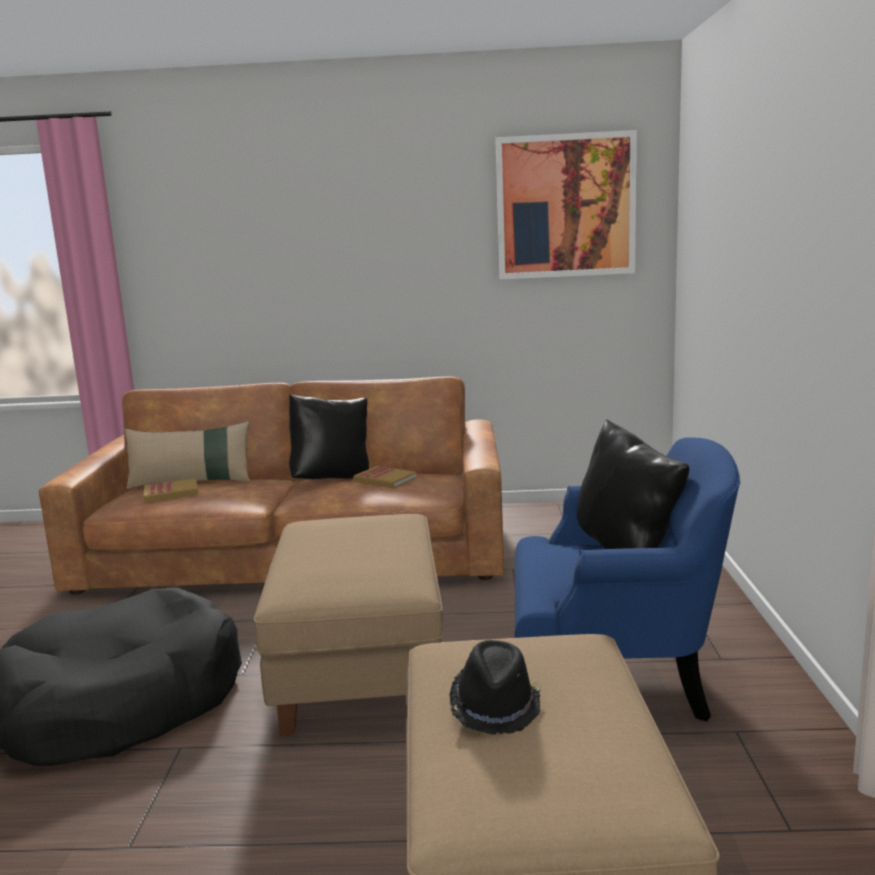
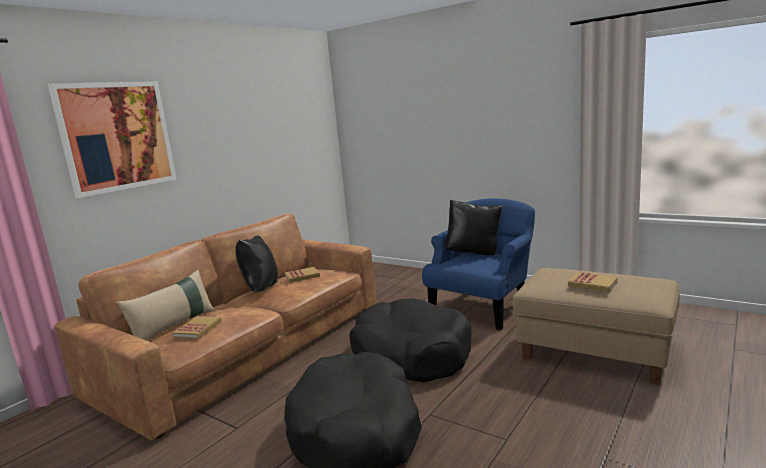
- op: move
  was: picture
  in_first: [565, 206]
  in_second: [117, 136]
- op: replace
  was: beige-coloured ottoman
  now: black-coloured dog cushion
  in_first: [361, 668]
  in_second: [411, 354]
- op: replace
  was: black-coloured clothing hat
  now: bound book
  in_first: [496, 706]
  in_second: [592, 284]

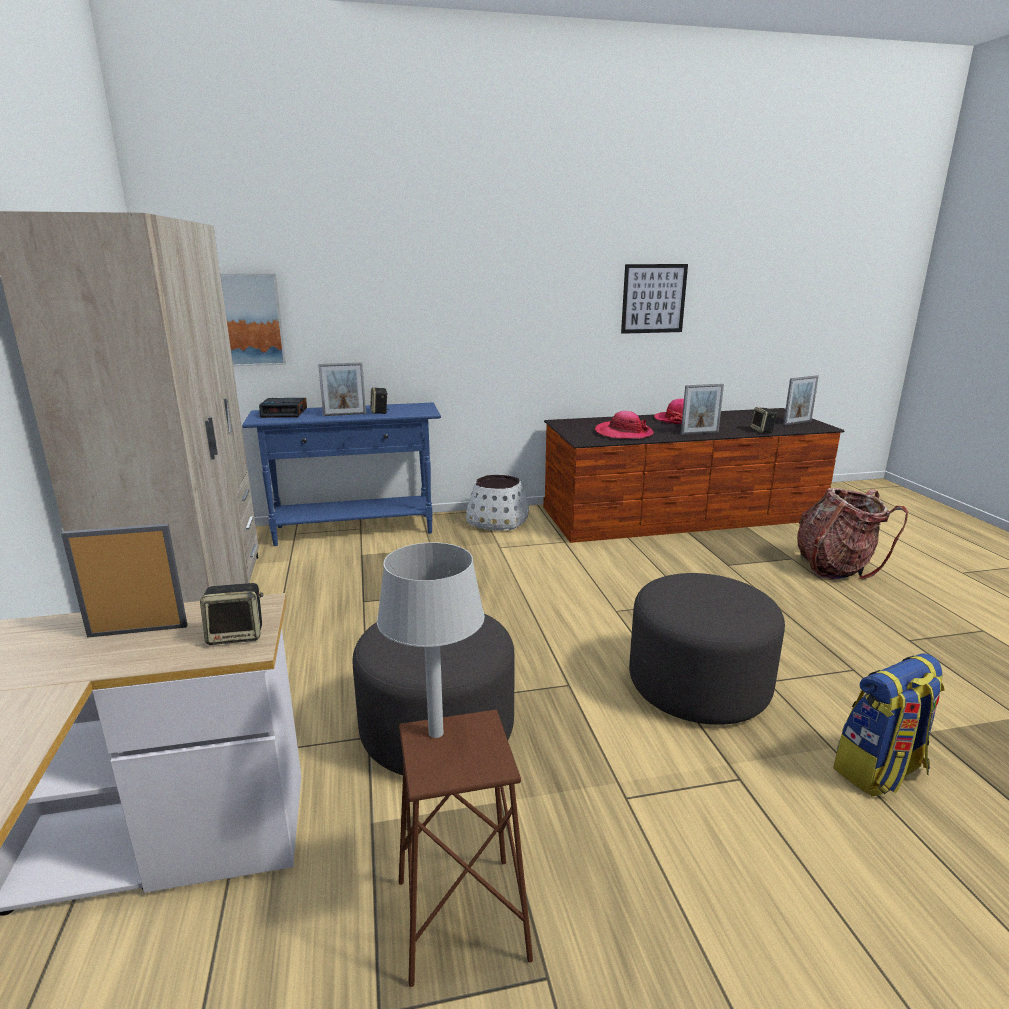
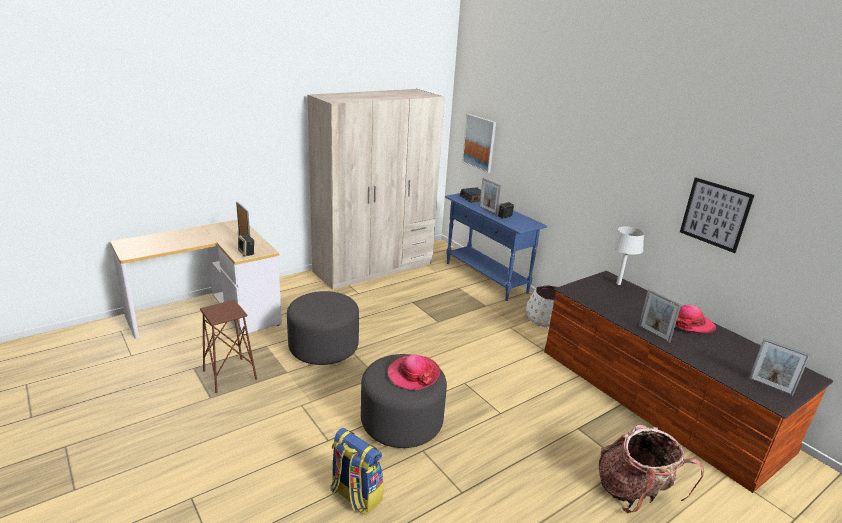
- op: delete
  was: loudspeaker
  in_first: [762, 430]
- op: move
  was: clothing hat
  in_first: [623, 433]
  in_second: [413, 374]
- op: move
  was: gray lamp for a table
  in_first: [436, 733]
  in_second: [618, 284]

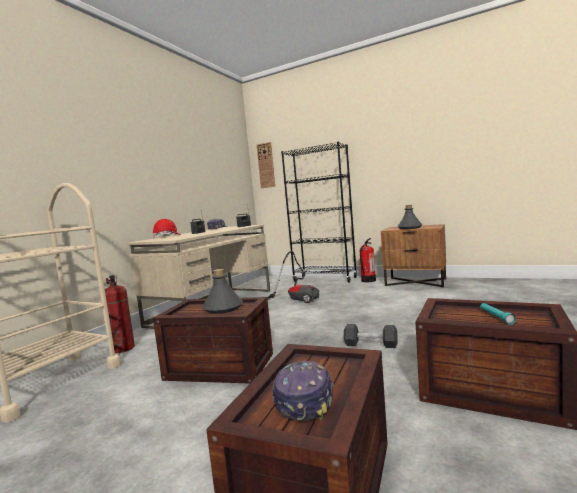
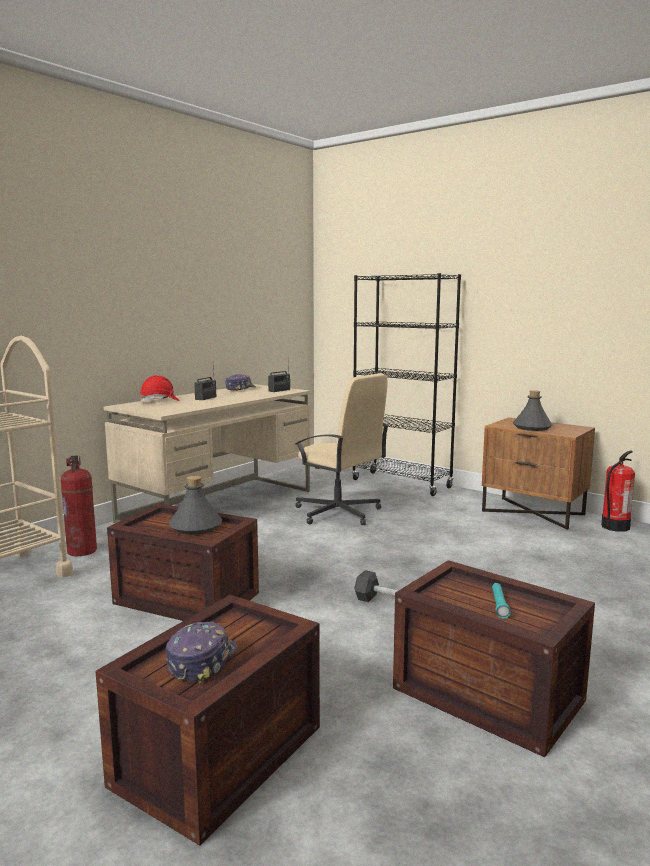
- op: delete
  was: clock on the wall
  in_first: [266, 165]
- op: move
  was: fire-fighting cylinder
  in_first: [368, 280]
  in_second: [614, 527]
- op: replace
  was: vacuum
  now: beige-coloured office chair
  in_first: [297, 299]
  in_second: [338, 513]

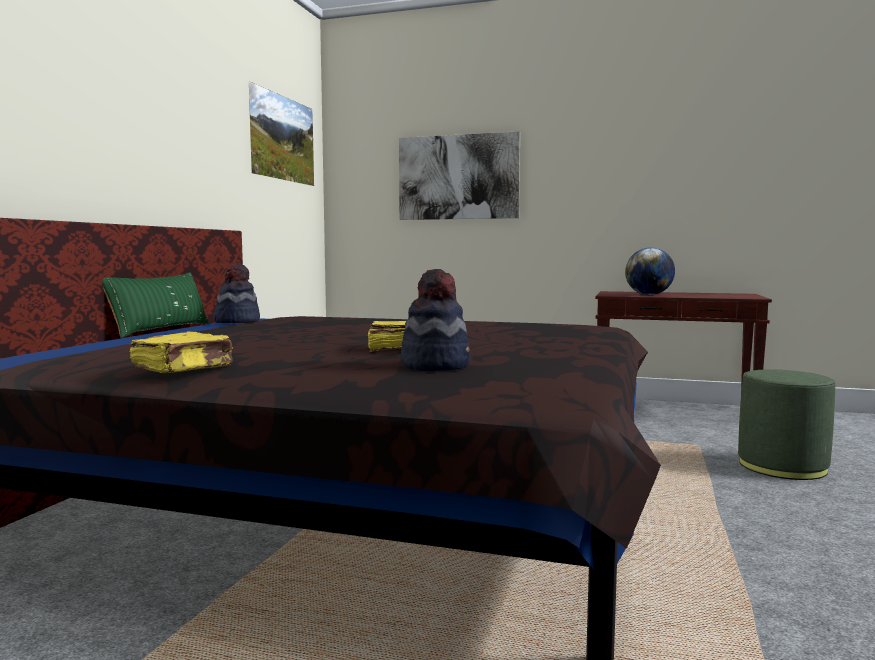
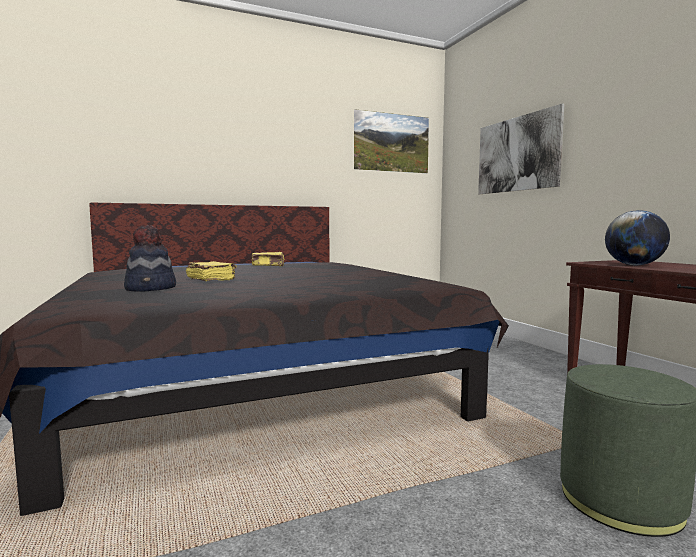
- op: delete
  was: clothing hat
  in_first: [237, 321]
- op: delete
  was: green-coloured cushion
  in_first: [161, 330]
- op: move
  was: yellowish bound book
  in_first: [184, 368]
  in_second: [268, 265]

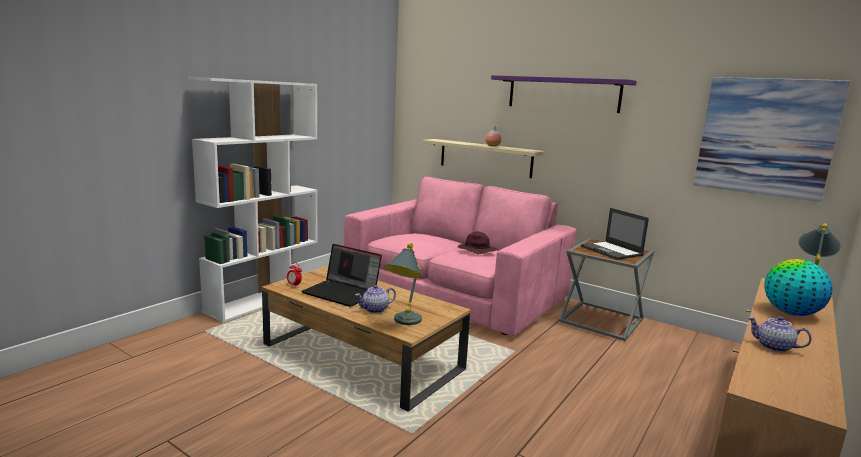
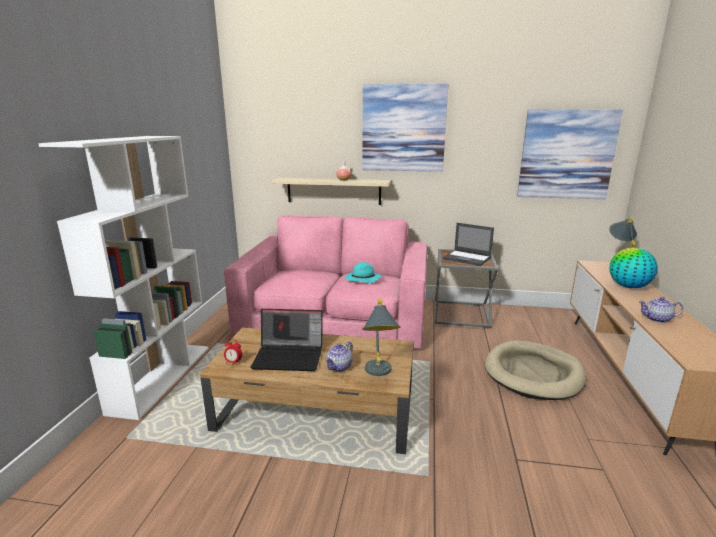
- op: replace
  was: purplish shelf
  now: picture
  in_first: [563, 94]
  in_second: [403, 128]
- op: recolor
  was: purplish clothing hat
  now: blue-green clothing hat
  in_first: [476, 250]
  in_second: [362, 279]
- op: insert
  now: beige-coloured dog cushion
  in_second: [533, 373]

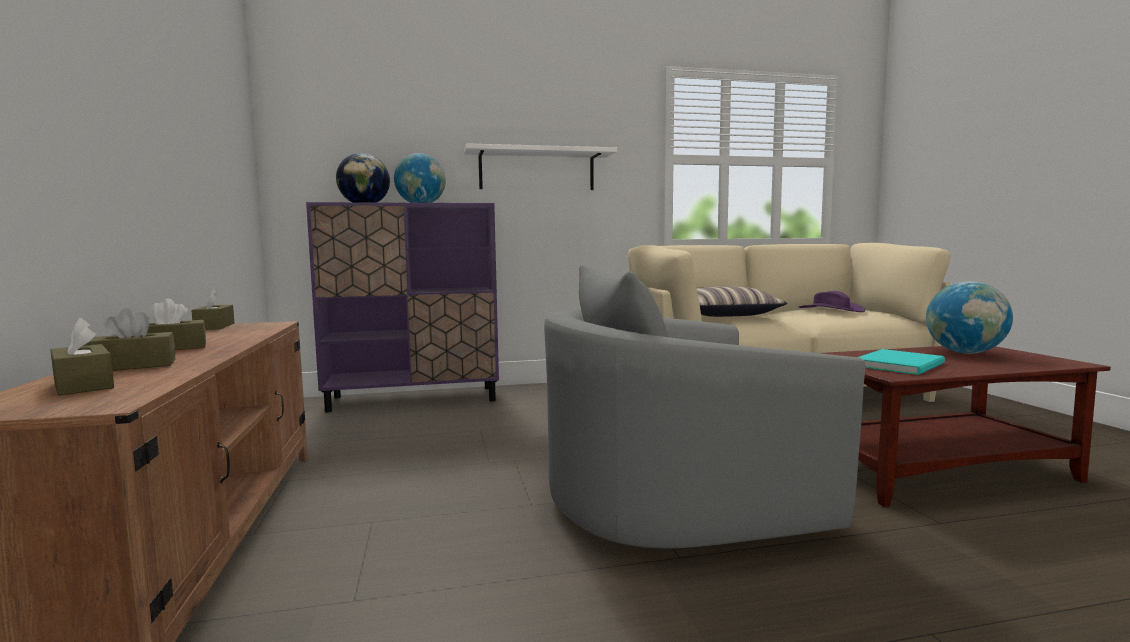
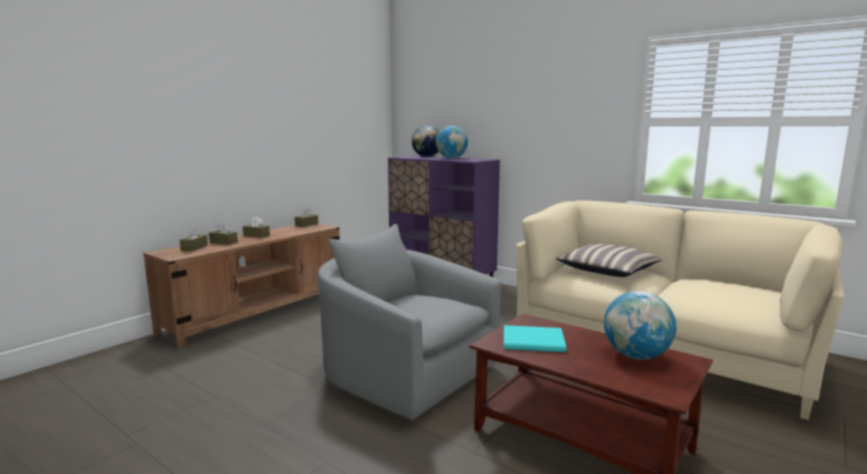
- op: delete
  was: whitish shelf
  in_first: [537, 170]
- op: delete
  was: purplish clothing hat
  in_first: [830, 310]

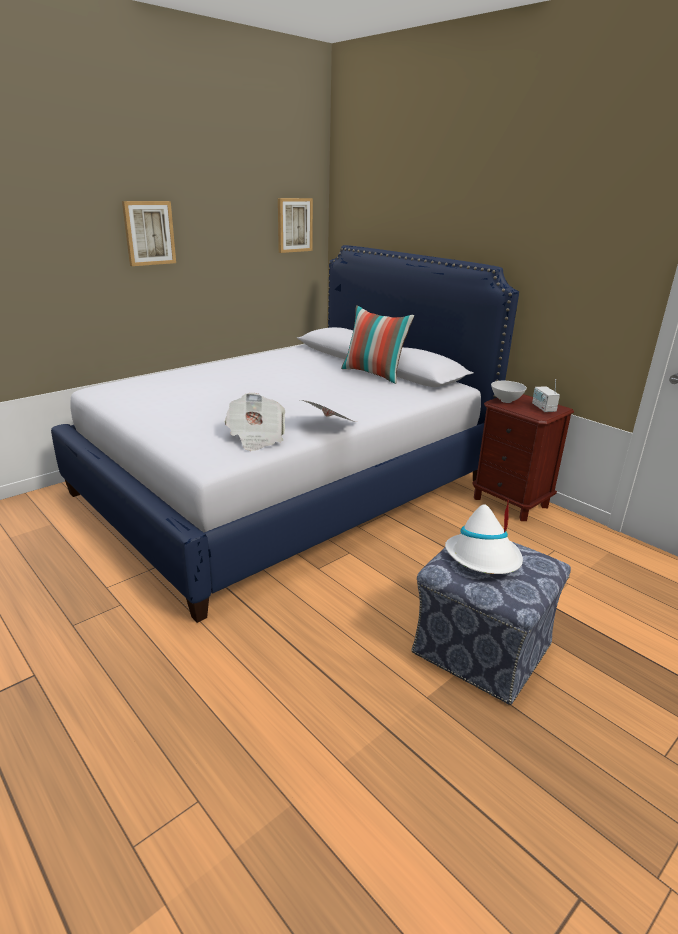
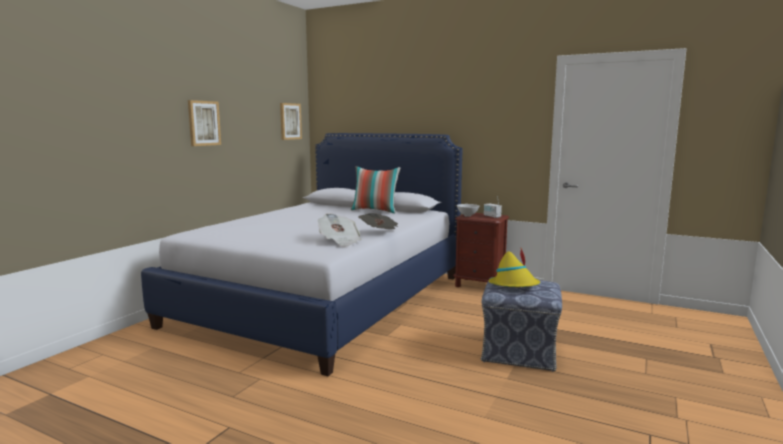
- op: recolor
  was: whitish clothing hat
  now: yellowish clothing hat
  in_first: [484, 558]
  in_second: [514, 285]

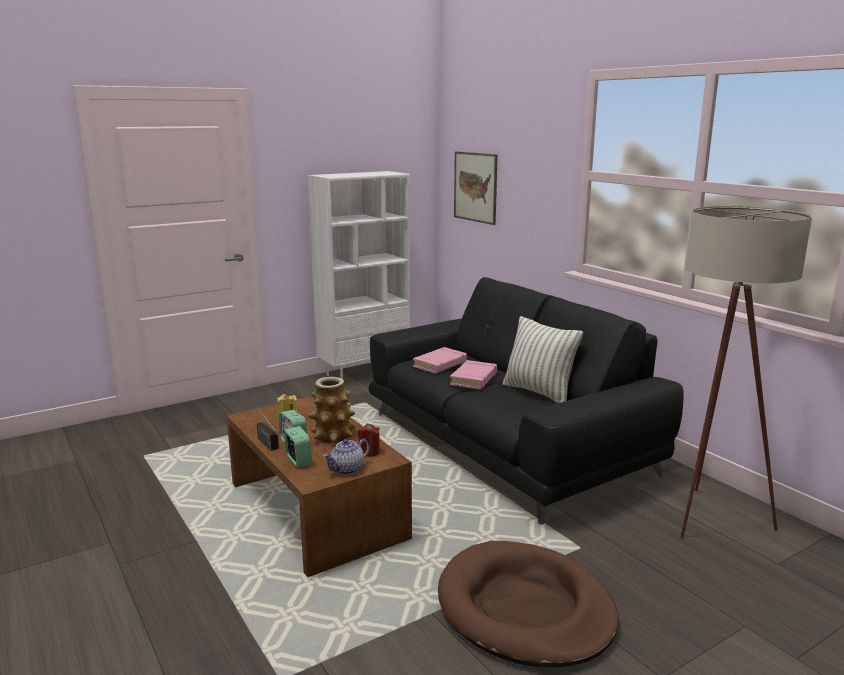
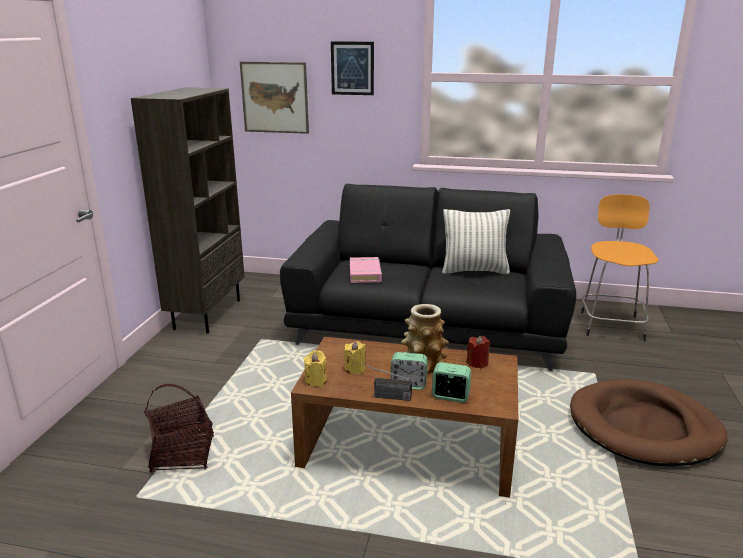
- op: recolor
  was: whitish bookshelf
  now: brown-coloured bookshelf
  in_first: [364, 373]
  in_second: [207, 314]
- op: replace
  was: beige-coloured floor lamp
  now: orangey stool seat
  in_first: [709, 522]
  in_second: [611, 325]
- op: delete
  was: pinkish bound book
  in_first: [474, 379]
- op: delete
  was: tea pot
  in_first: [347, 469]
- op: insert
  now: picture
  in_second: [352, 68]
- op: insert
  now: yellowish candle
  in_second: [316, 381]
- op: insert
  now: household basket
  in_second: [183, 455]

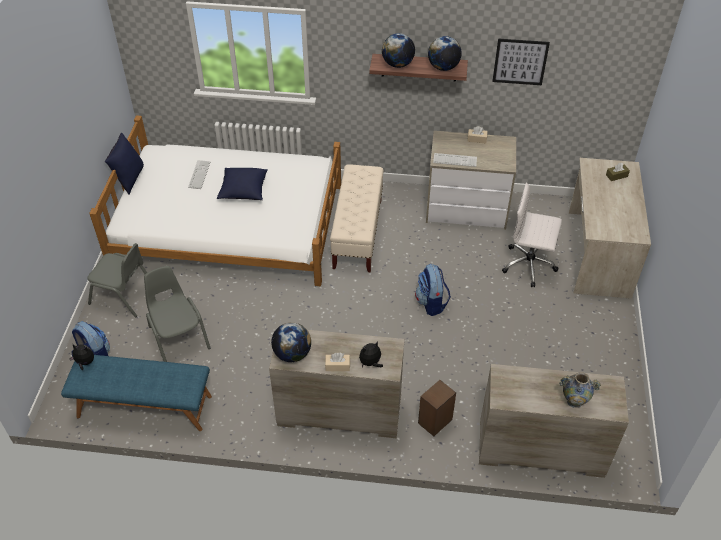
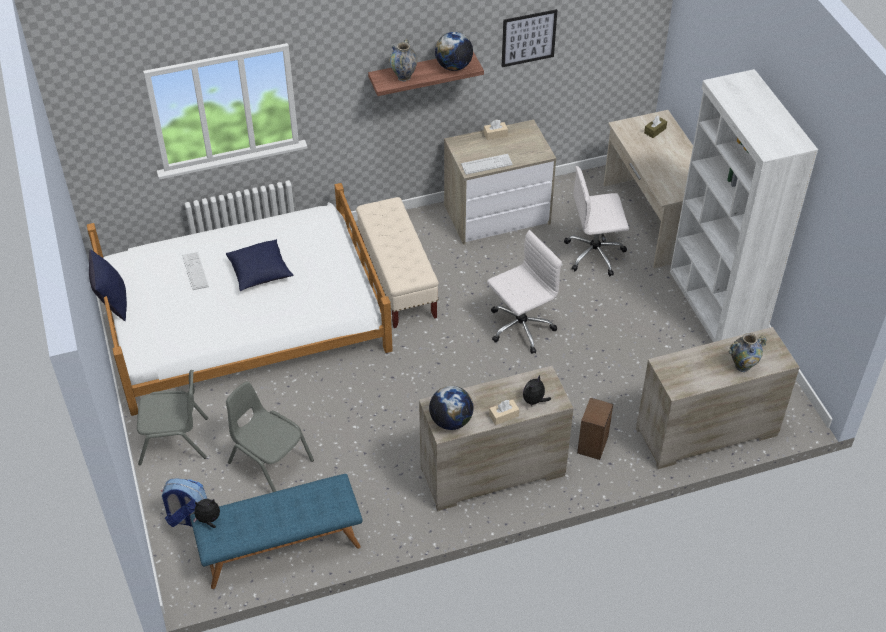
- op: replace
  was: world globe
  now: flower vase
  in_first: [397, 64]
  in_second: [403, 77]
- op: replace
  was: backpack
  now: whitish office chair
  in_first: [431, 303]
  in_second: [519, 328]
- op: insert
  now: whitish bookshelf
  in_second: [715, 306]

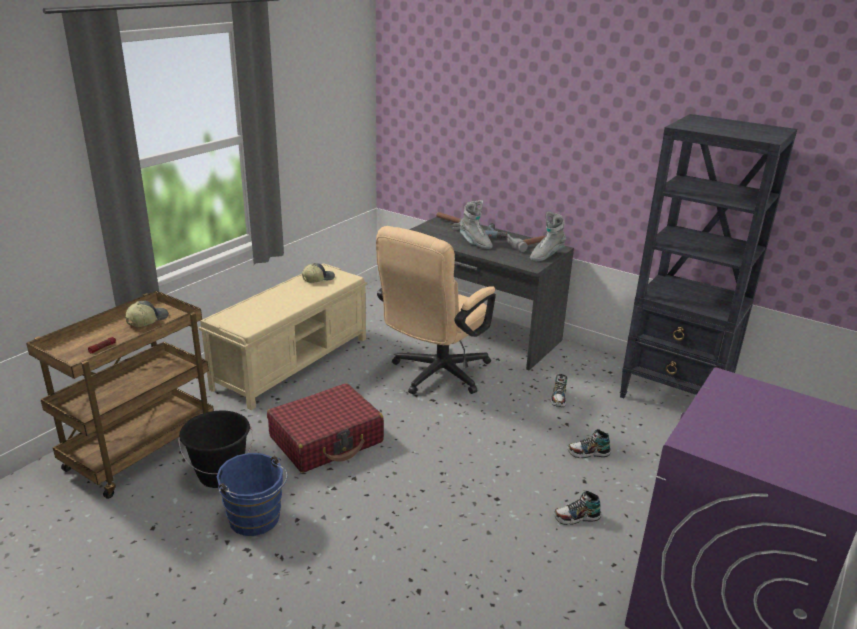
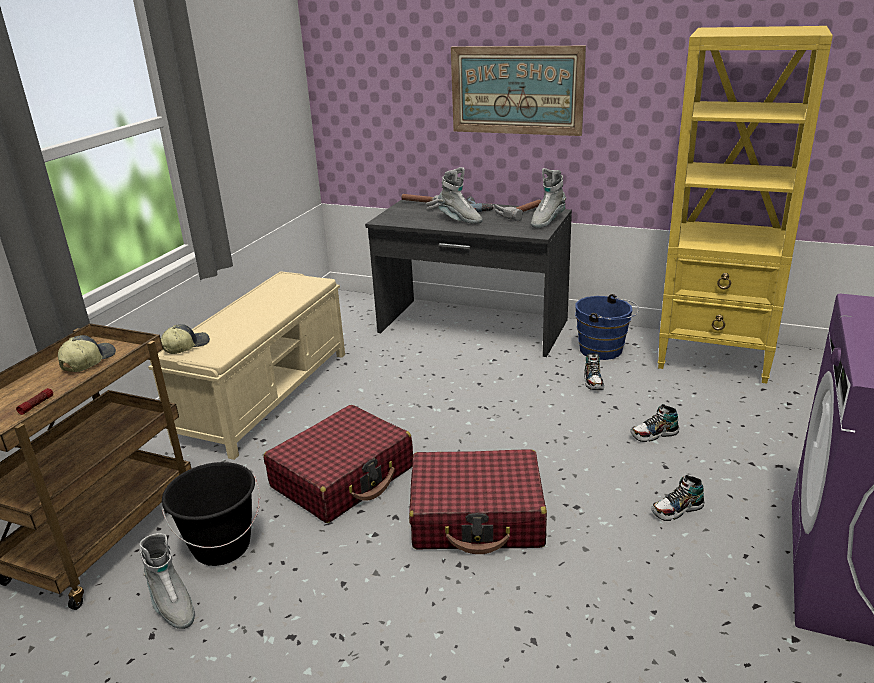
- op: recolor
  was: black-coloured bookshelf
  now: yellowish bookshelf
  in_first: [674, 397]
  in_second: [715, 358]
- op: delete
  was: beige-coloured office chair
  in_first: [434, 376]
- op: move
  was: baseball cap
  in_first: [318, 278]
  in_second: [186, 346]
- op: move
  was: blue-coloured bucket
  in_first: [256, 520]
  in_second: [604, 351]
- op: insert
  now: picture
  in_second: [516, 90]
- op: insert
  now: red-coloured piece of luggage
  in_second: [477, 516]
- op: insert
  now: gray boot
  in_second: [171, 605]

